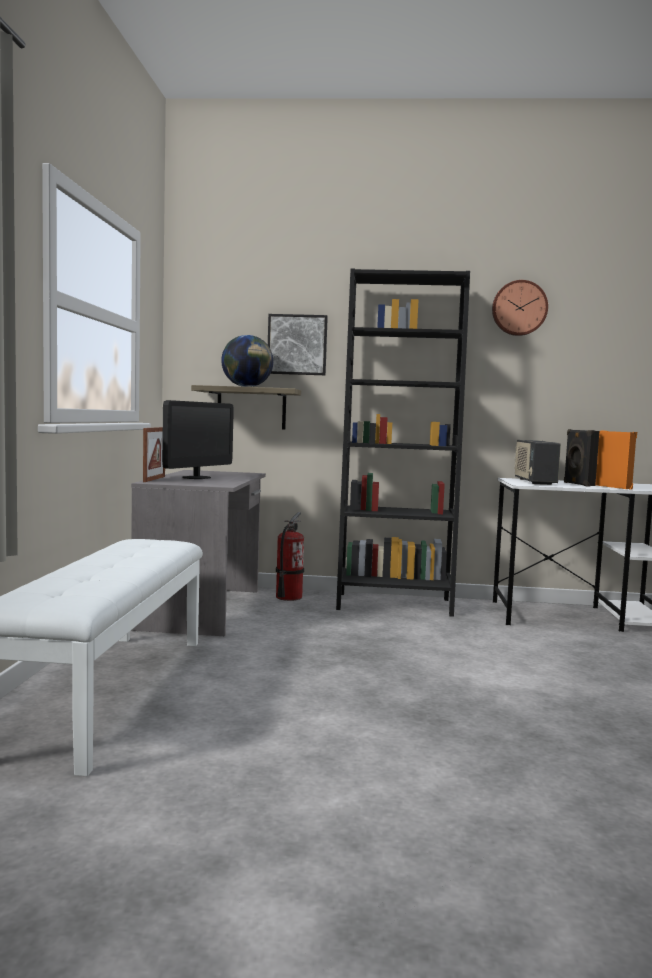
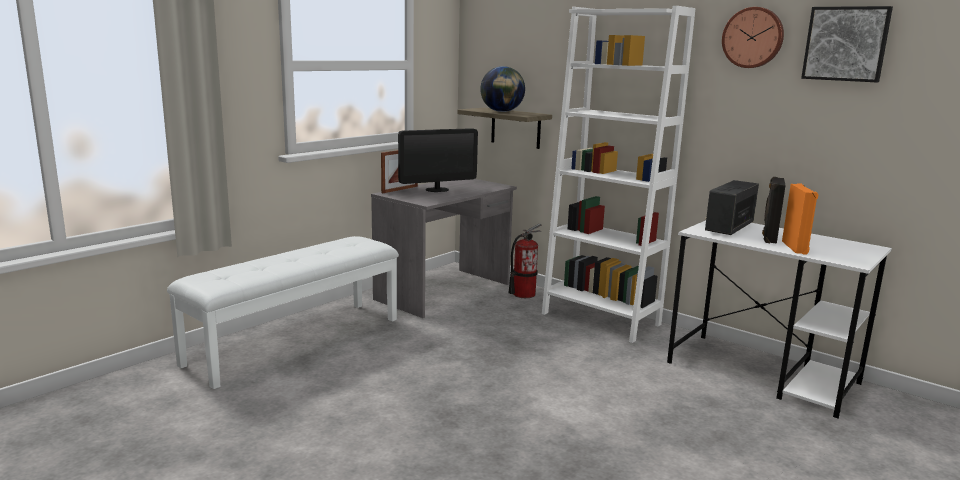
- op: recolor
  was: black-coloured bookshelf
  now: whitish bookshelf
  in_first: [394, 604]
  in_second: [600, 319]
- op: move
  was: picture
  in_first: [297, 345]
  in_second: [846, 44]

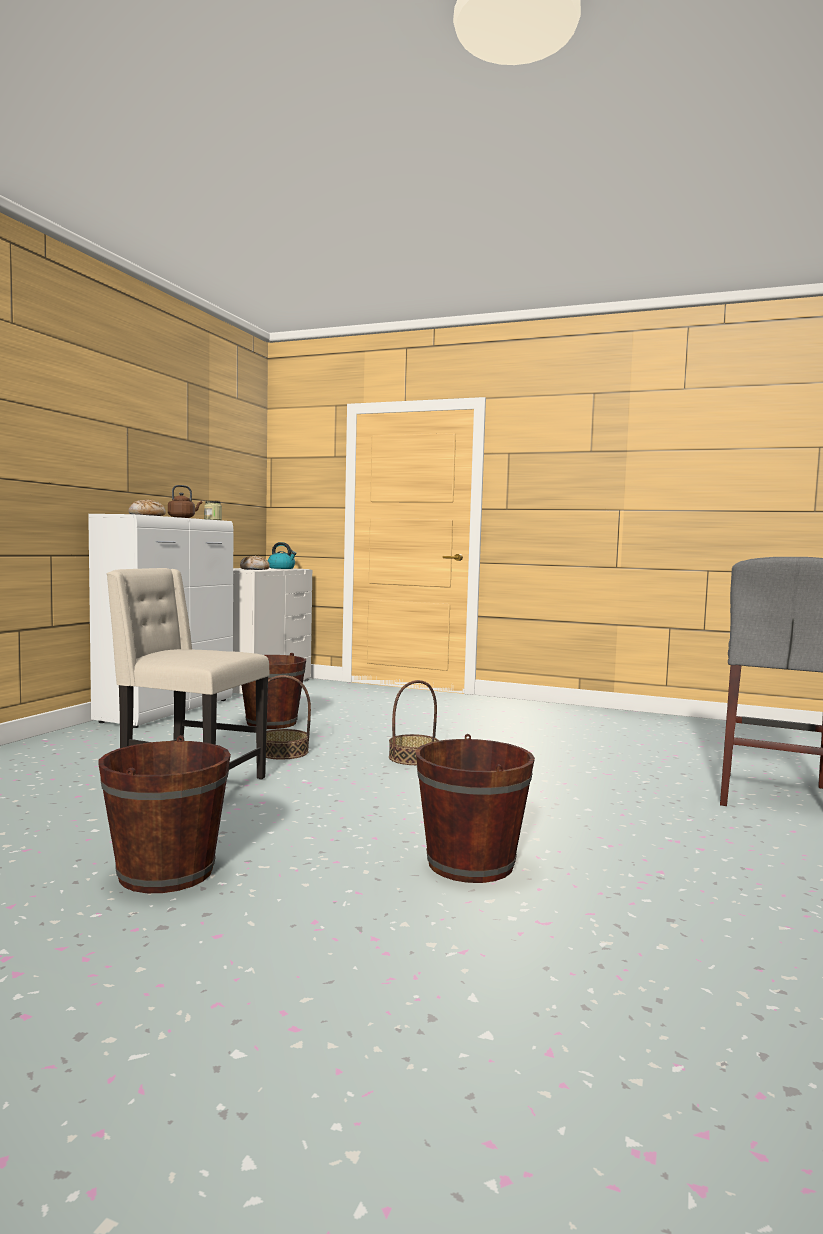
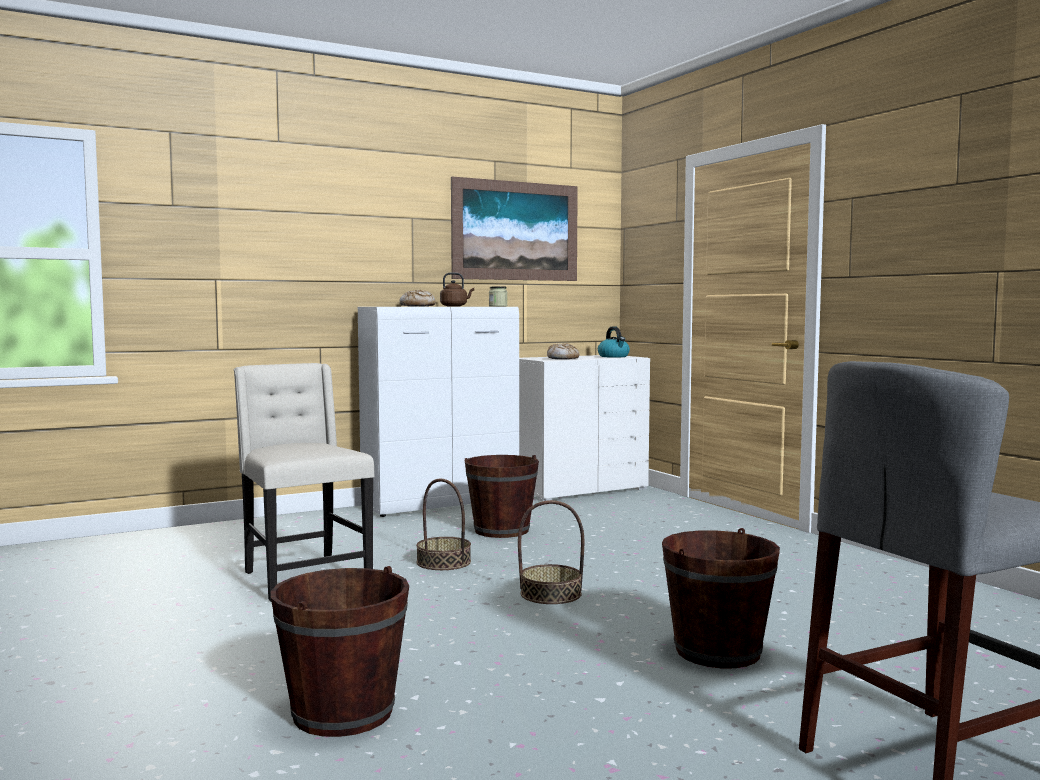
- op: move
  was: brown-coloured bucket
  in_first: [166, 872]
  in_second: [718, 651]
- op: insert
  now: picture
  in_second: [515, 231]

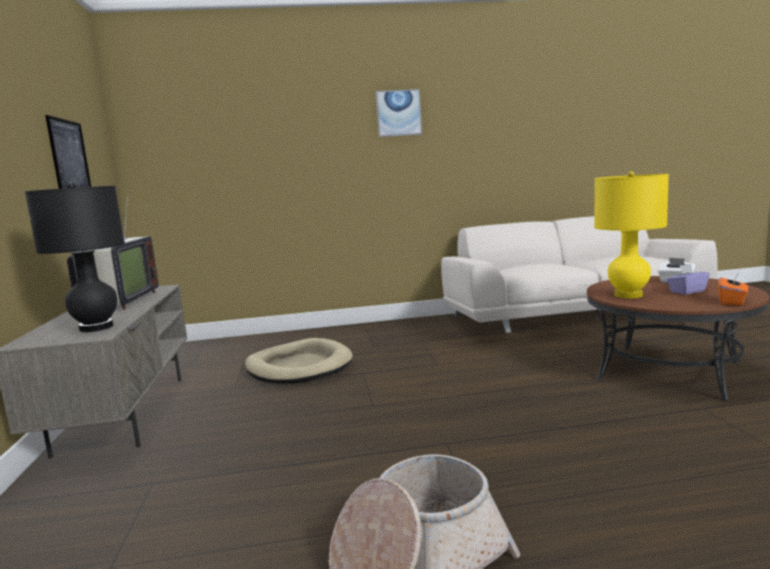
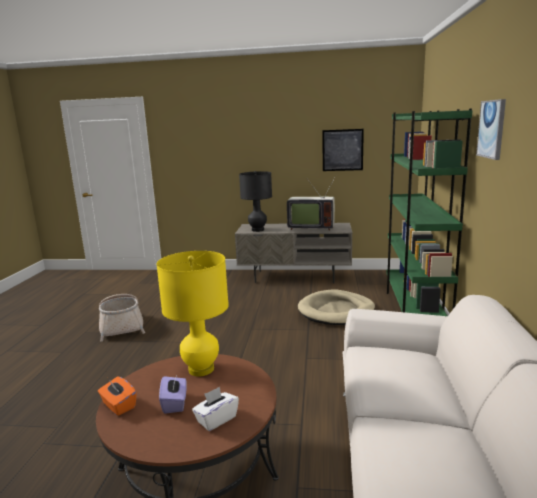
- op: insert
  now: green-coloured bookshelf
  in_second: [414, 312]

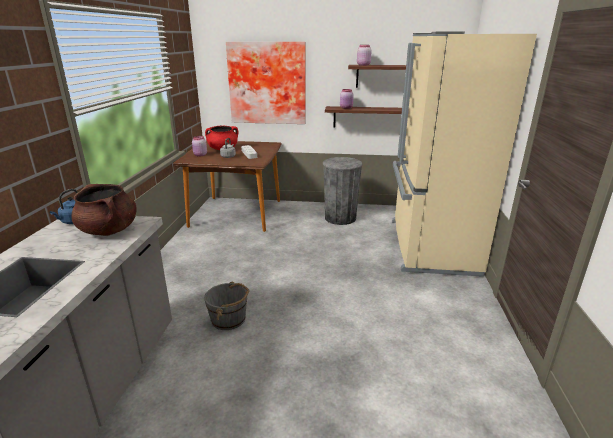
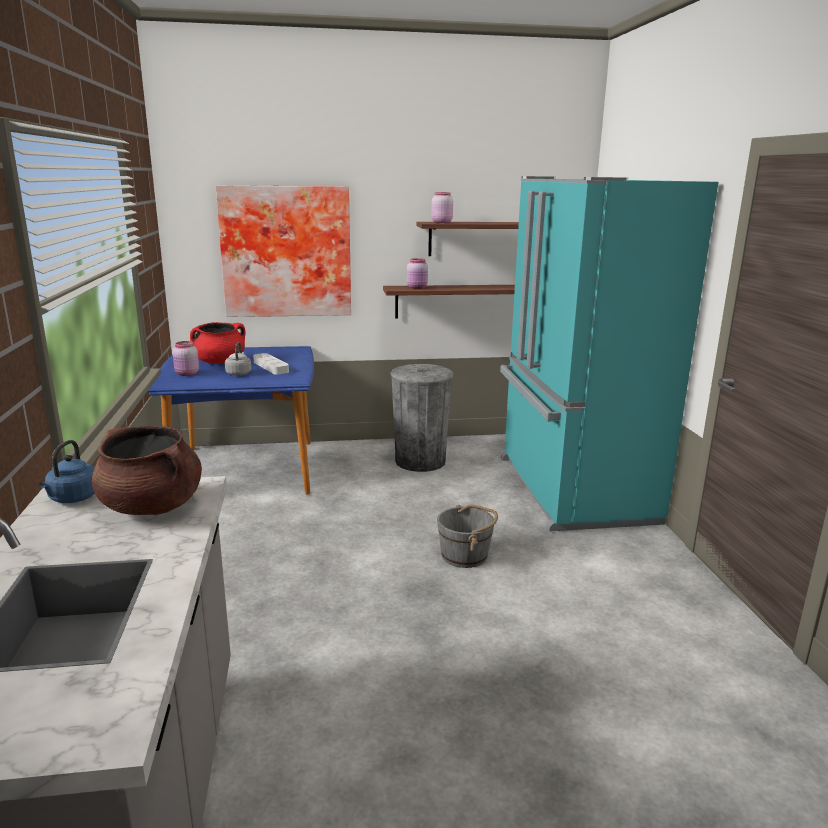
- op: recolor
  was: beige-coloured kitchen fridge
  now: blue-green kitchen fridge
  in_first: [430, 246]
  in_second: [571, 490]
- op: recolor
  was: brown-coloured dining table
  now: blue-coloured dining table
  in_first: [237, 213]
  in_second: [246, 469]
- op: move
  was: gray bucket
  in_first: [229, 319]
  in_second: [465, 555]

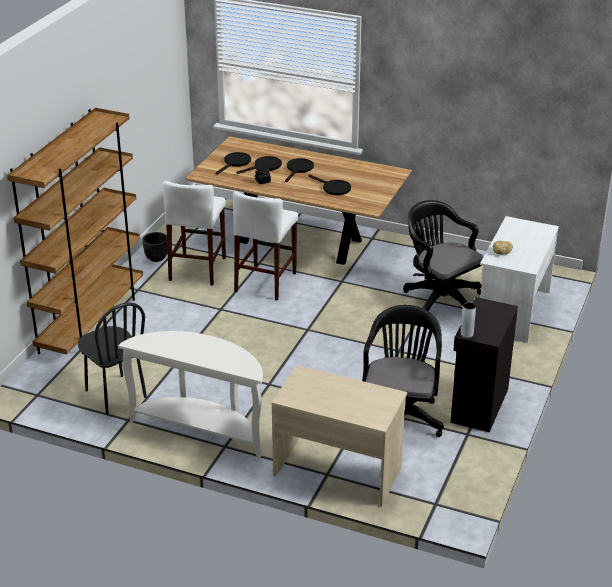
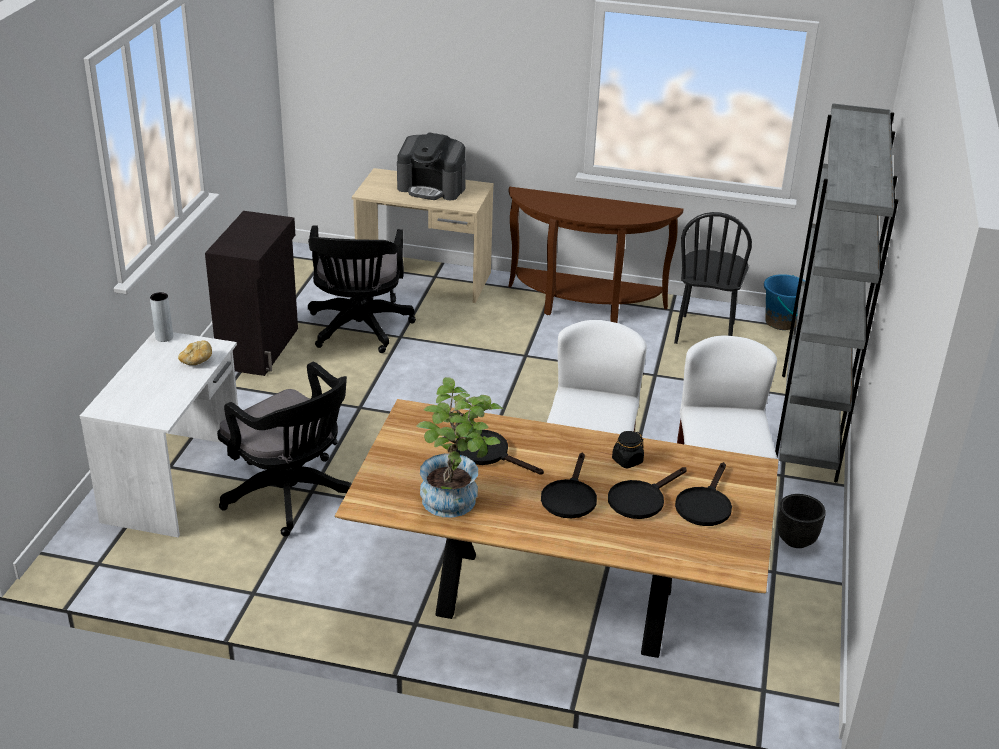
- op: recolor
  was: brown-coloured bookshelf
  now: gray bookshelf
  in_first: [91, 321]
  in_second: [809, 419]
- op: rotate
  was: black-coloured plain chair
  in_first: [115, 394]
  in_second: [705, 333]
  clockwise: -120
- op: move
  was: gray flower vase
  in_first: [467, 334]
  in_second: [164, 337]
- op: recolor
  was: whitish console table
  now: brown-coloured console table
  in_first: [202, 429]
  in_second: [583, 306]
- op: insert
  now: coffee machine
  in_second: [432, 188]
- op: insert
  now: blue-coloured bucket
  in_second: [781, 322]
- op: insert
  now: plant in a pot
  in_second: [457, 502]

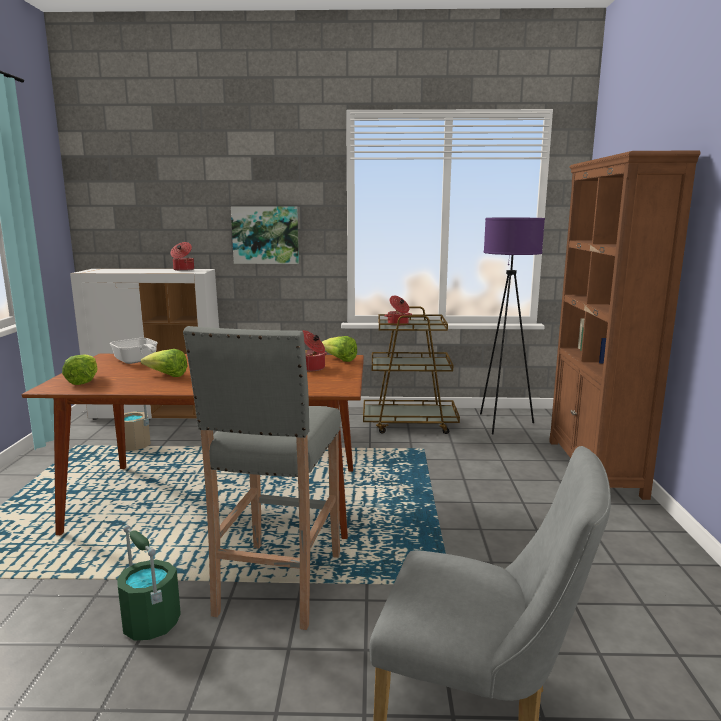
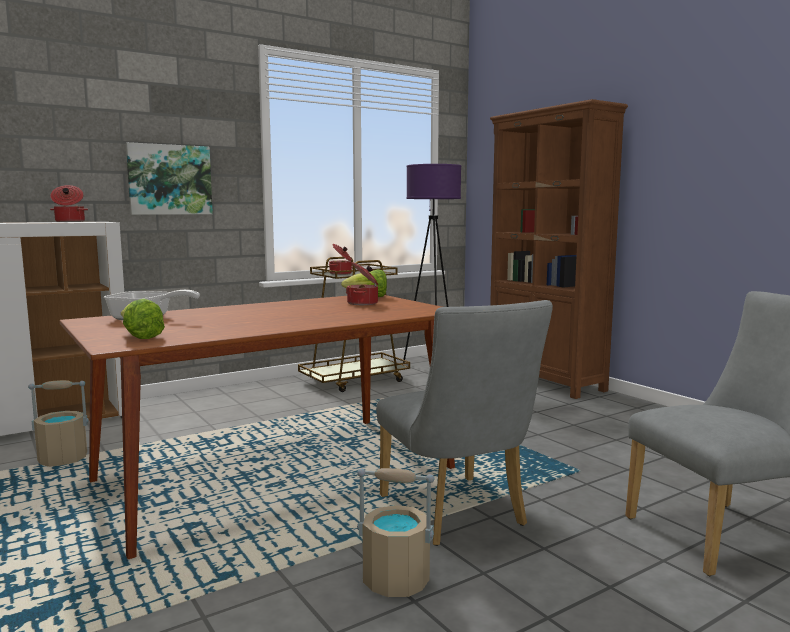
- op: replace
  was: gray stool seat
  now: gray plain chair
  in_first: [278, 585]
  in_second: [457, 515]
- op: delete
  was: lettuce
  in_first: [167, 376]
- op: recolor
  was: green-coloured bucket
  now: beige-coloured bucket
  in_first: [150, 623]
  in_second: [395, 581]

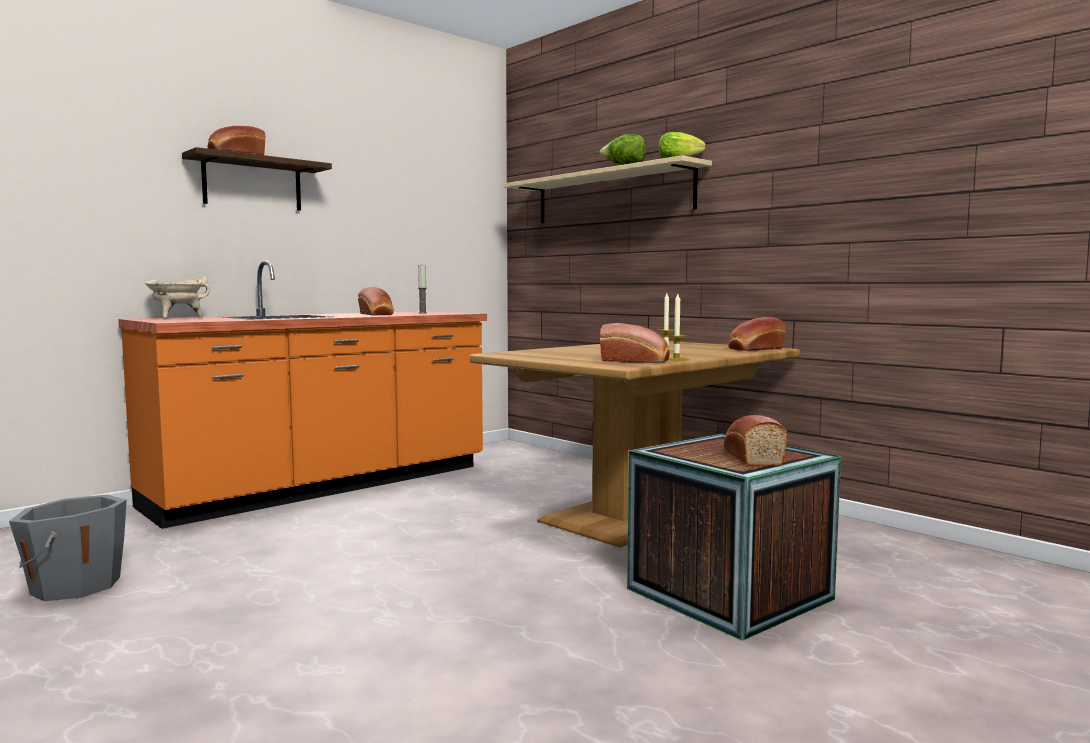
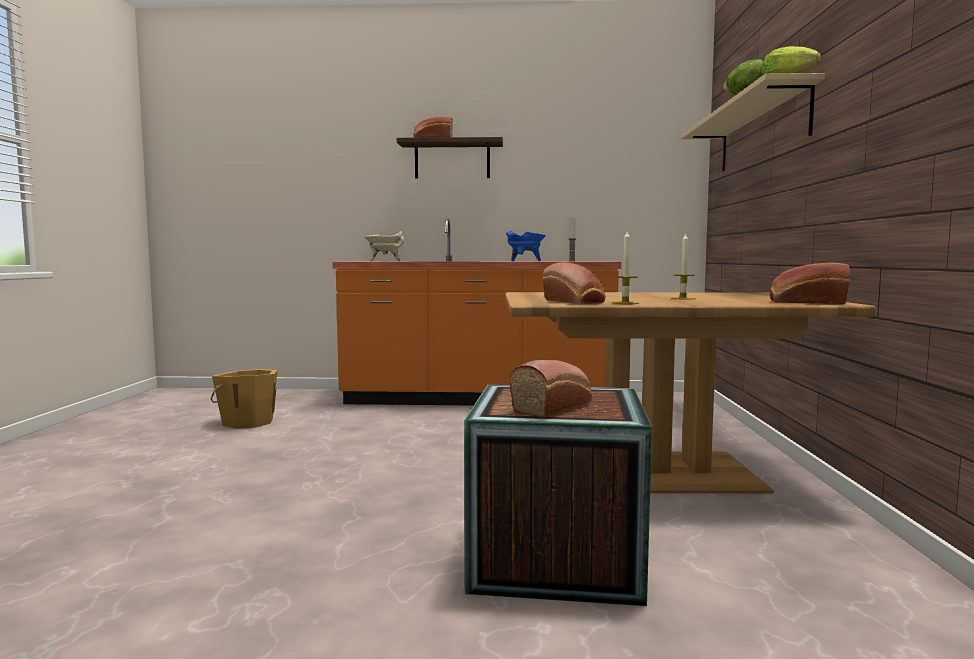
- op: replace
  was: bread
  now: blue-coloured cooking pot
  in_first: [376, 314]
  in_second: [524, 261]
- op: recolor
  was: gray bucket
  now: orangey bucket
  in_first: [74, 585]
  in_second: [247, 422]

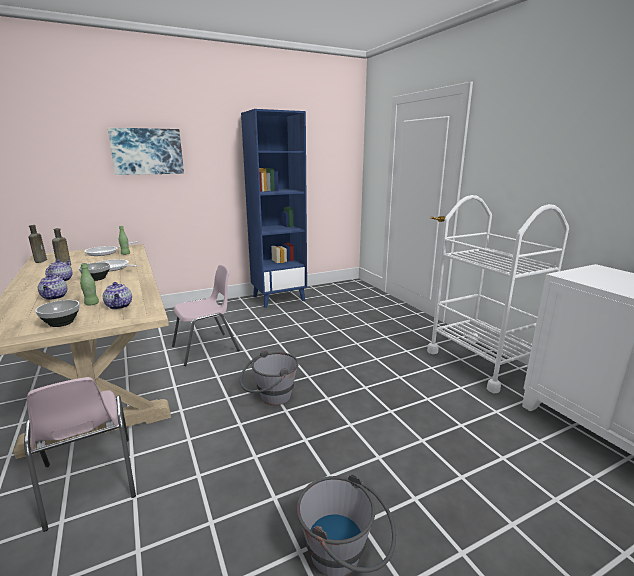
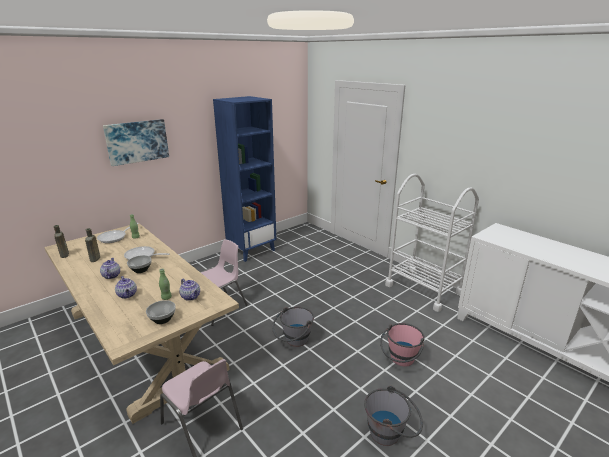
- op: insert
  now: pinkish bucket
  in_second: [400, 361]

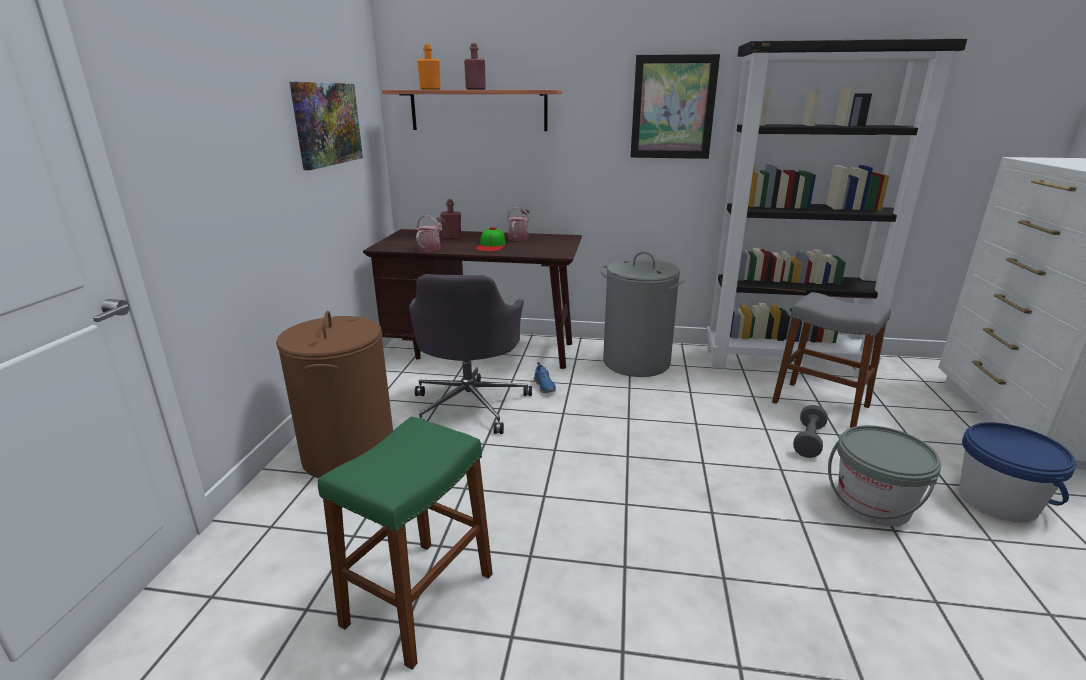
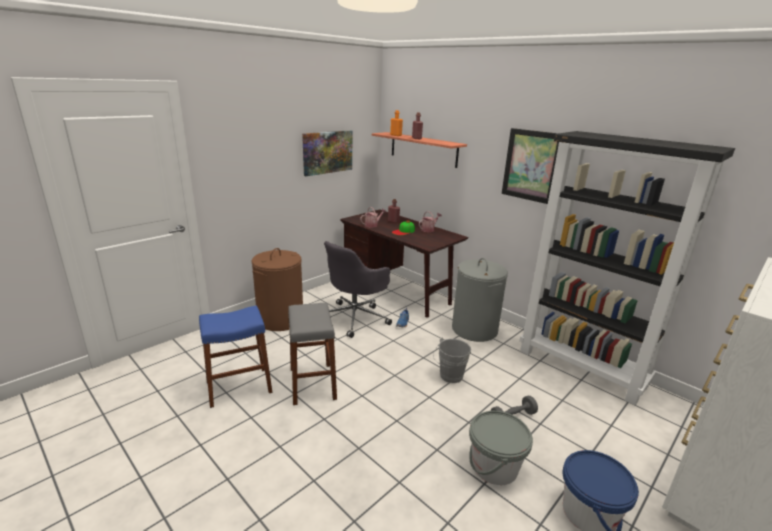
- op: move
  was: gray stool seat
  in_first: [820, 404]
  in_second: [312, 383]
- op: recolor
  was: green-coloured stool seat
  now: blue-coloured stool seat
  in_first: [419, 599]
  in_second: [239, 387]
- op: insert
  now: gray bucket
  in_second: [449, 377]

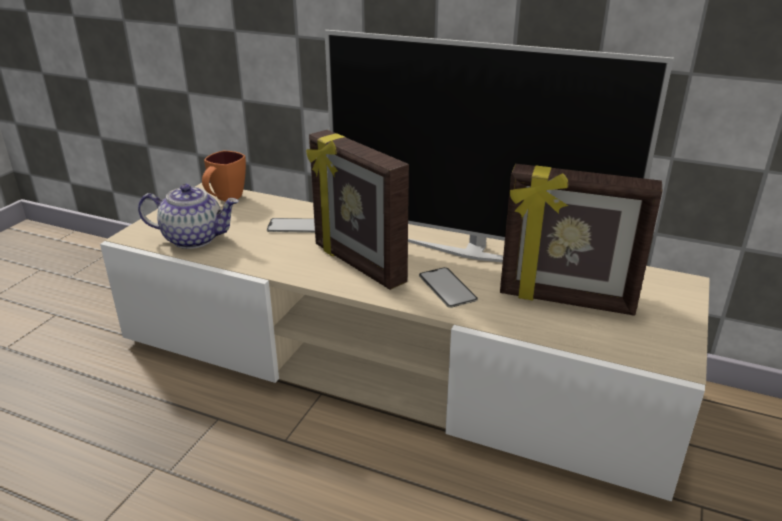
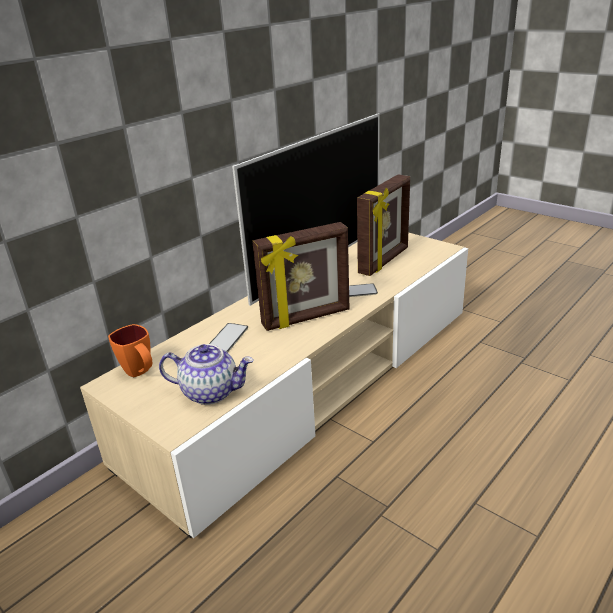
- op: rotate
  was: tea pot
  in_first: [194, 238]
  in_second: [211, 392]
  clockwise: 75

